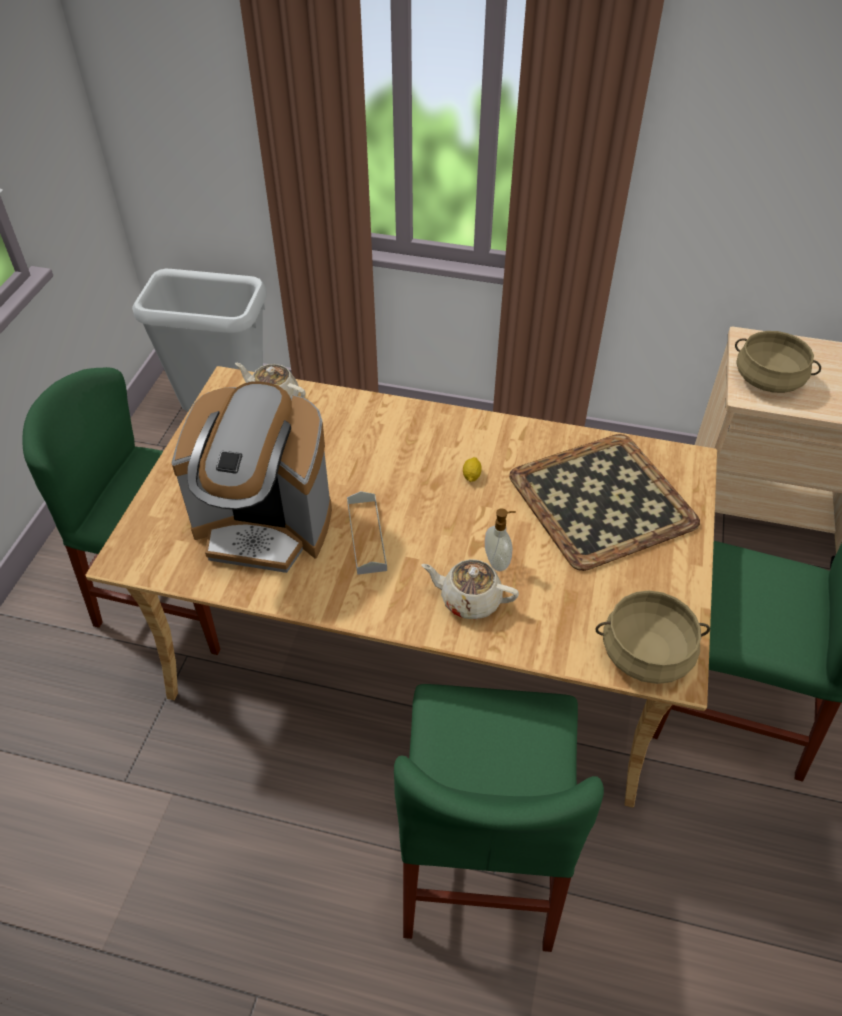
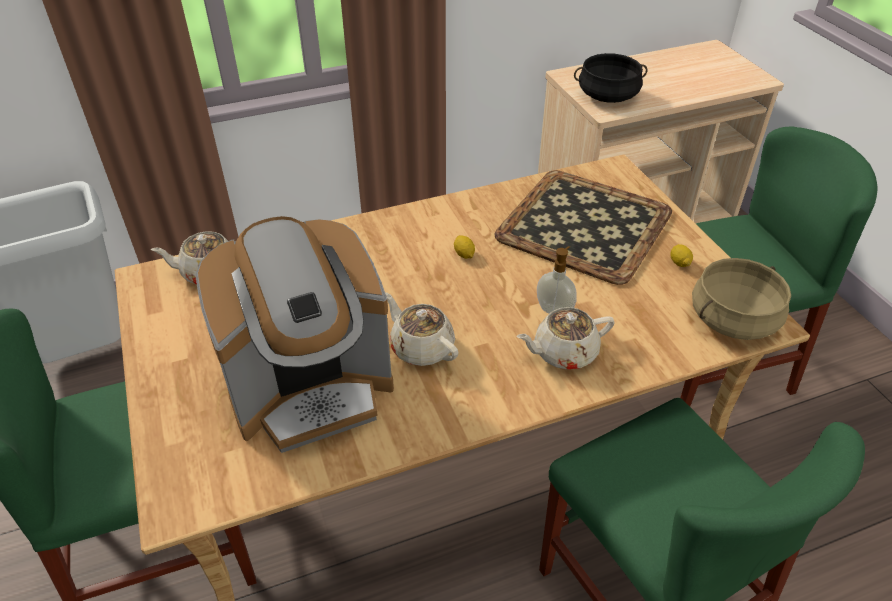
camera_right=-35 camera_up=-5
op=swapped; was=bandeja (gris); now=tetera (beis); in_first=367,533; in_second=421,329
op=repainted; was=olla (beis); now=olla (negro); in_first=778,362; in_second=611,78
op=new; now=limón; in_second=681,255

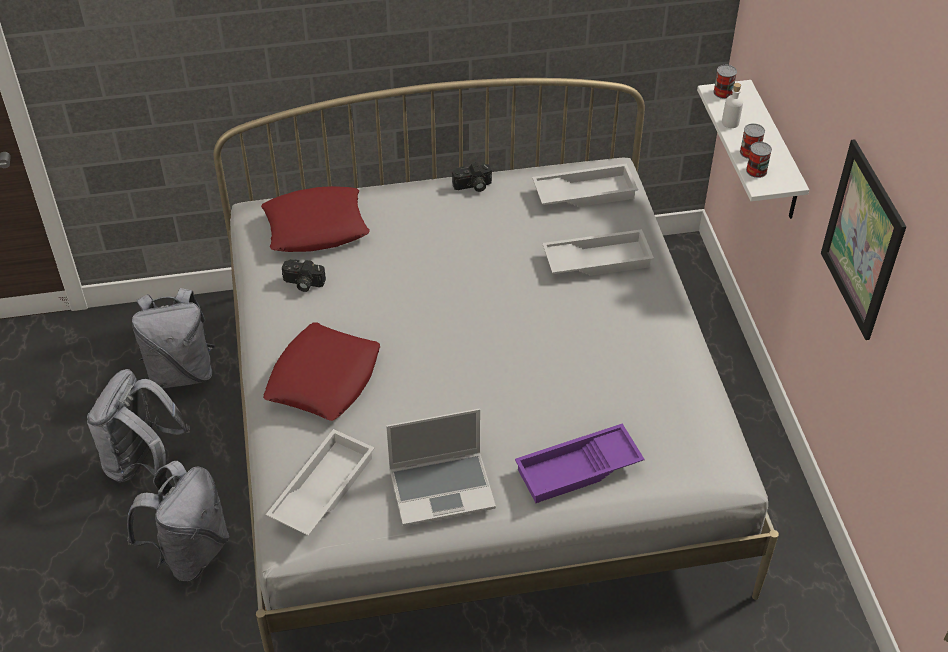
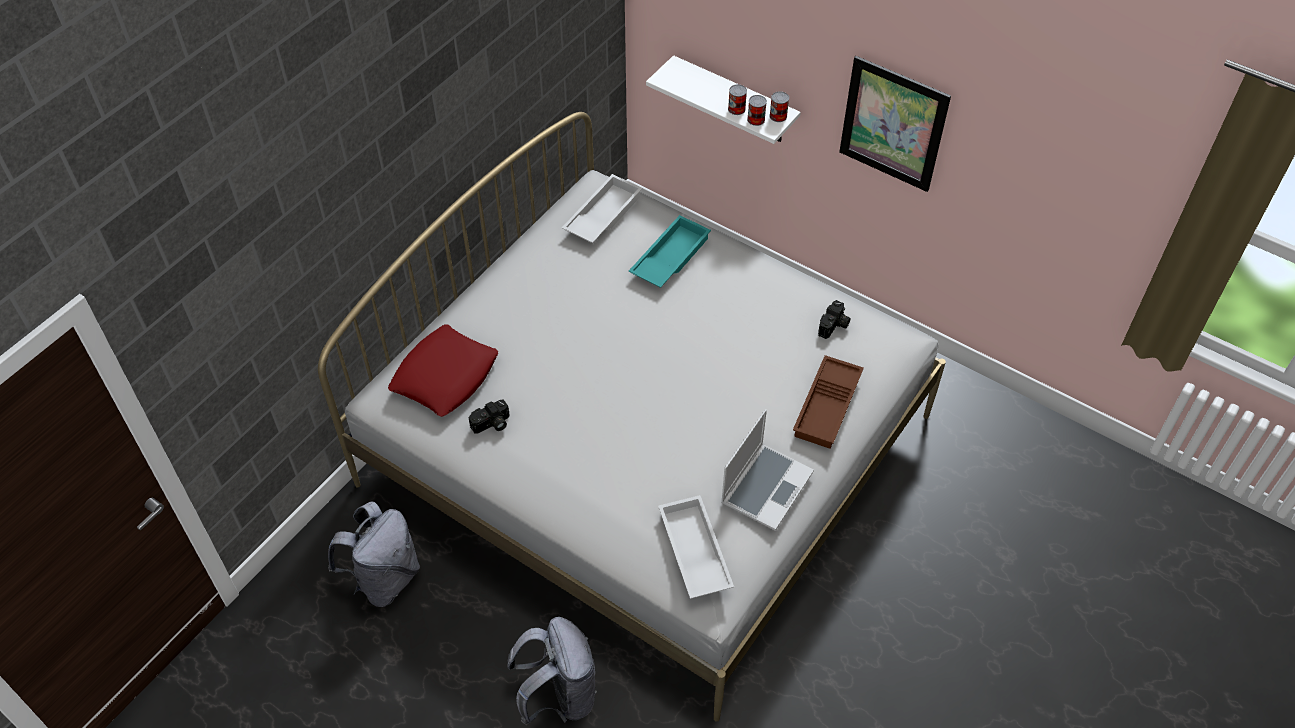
camera_right=-45 camera_up=5
op=repainted; was=bandeja (blanco); now=bandeja (turquesa); in_first=598,252; in_second=670,251
op=shifted; was=lata; in_first=725,82; in_second=779,106
op=repainted; was=bandeja (morado); now=bandeja (marrón); in_first=580,463; in_second=828,402
op=shifted; was=cámara; in_first=472,177; in_second=834,319
op=gone; was=mochila (gris); in_first=138,426
op=gone; was=cojín (rojo); in_first=321,372
op=gone; was=botella (blanco); in_first=732,105

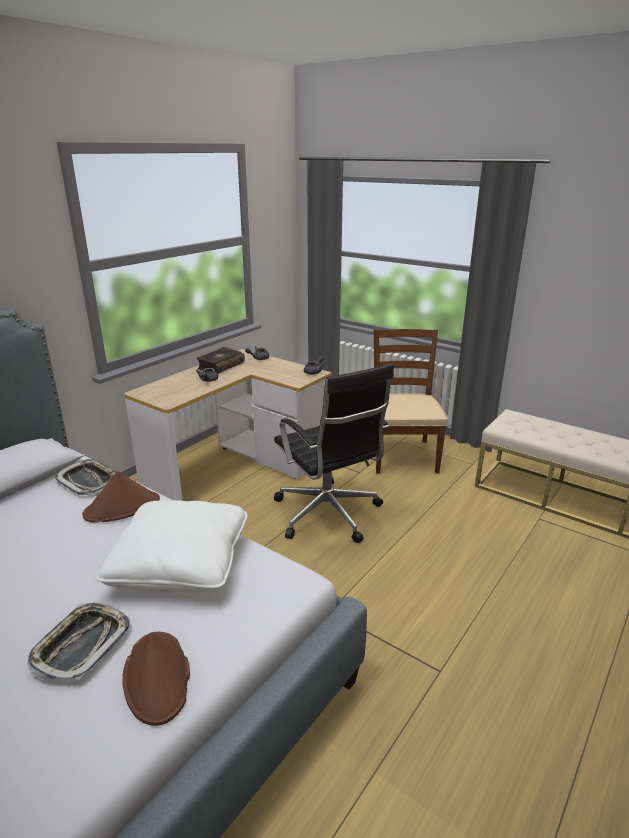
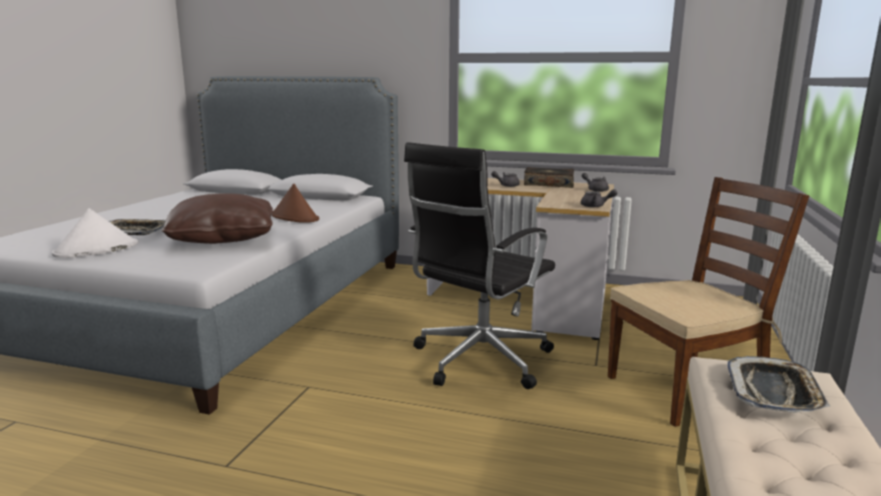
camera_right=70 camera_up=-10
op=repainted; was=sombrero (marrón); now=sombrero (blanco); in_first=156,679; in_second=95,233
op=repainted; was=cojín (blanco); now=cojín (marrón); in_first=172,546; in_second=217,218
op=shifted; was=bandeja; in_first=85,477; in_second=778,384

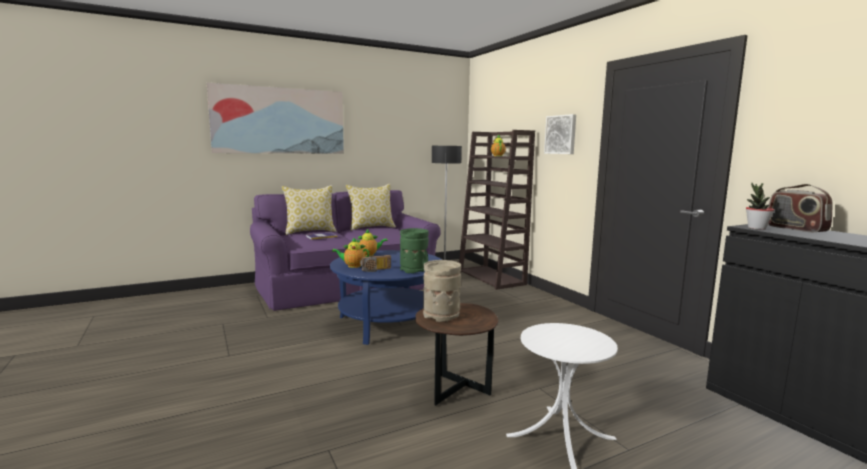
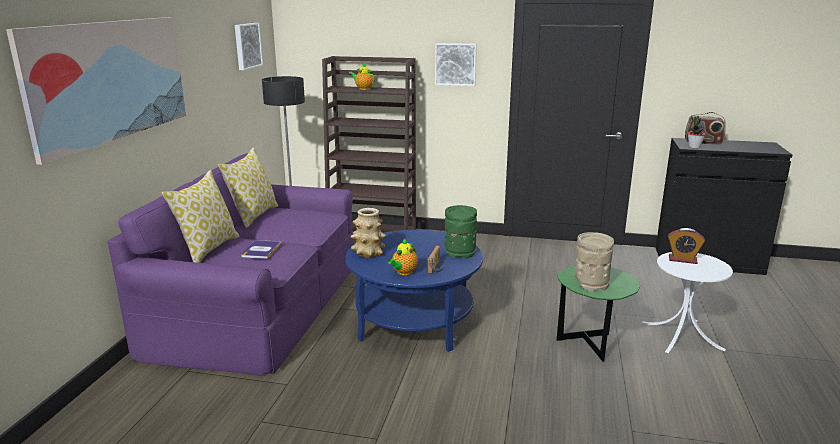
camera_right=-50 camera_up=10
op=new; now=cuadro; in_second=249,46
op=swapped; was=tetera; now=florero; in_first=372,242; in_second=368,233
op=repainted; was=mesa auxiliar (marrón); now=mesa auxiliar (verde); in_first=457,354; in_second=598,313
op=new; now=despertador; in_second=686,246

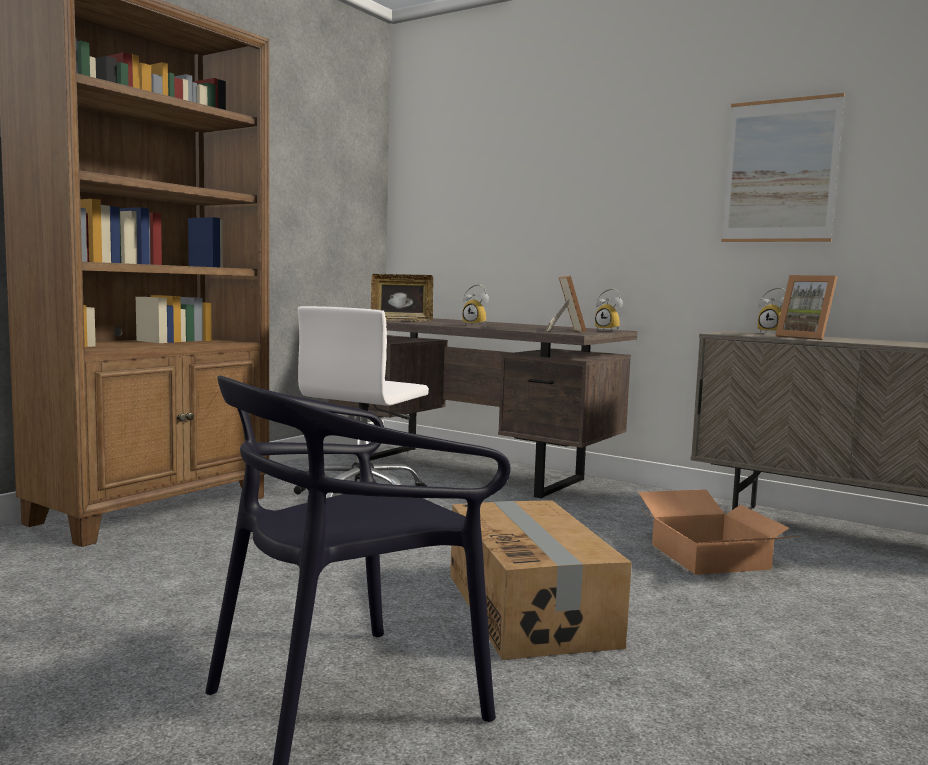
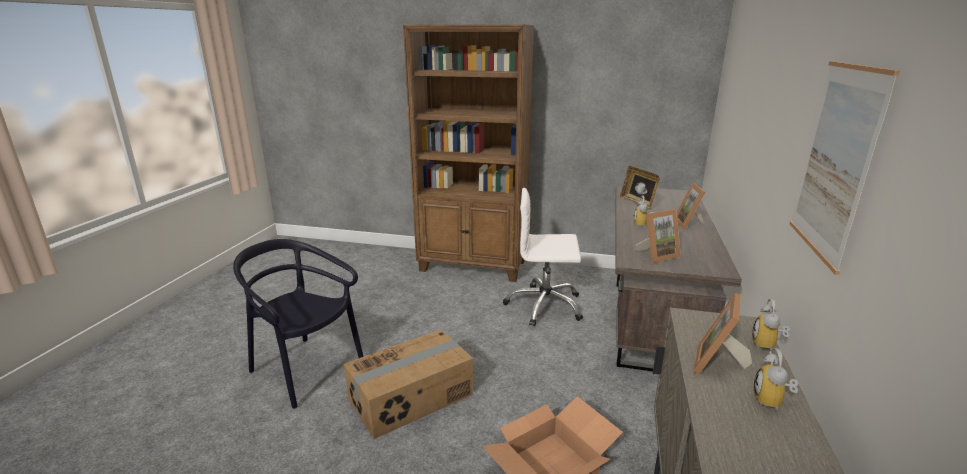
camera_right=70 camera_up=15
op=new; now=portarretratos; in_second=691,206
op=shifted; was=despertador; in_first=609,310; in_second=775,380

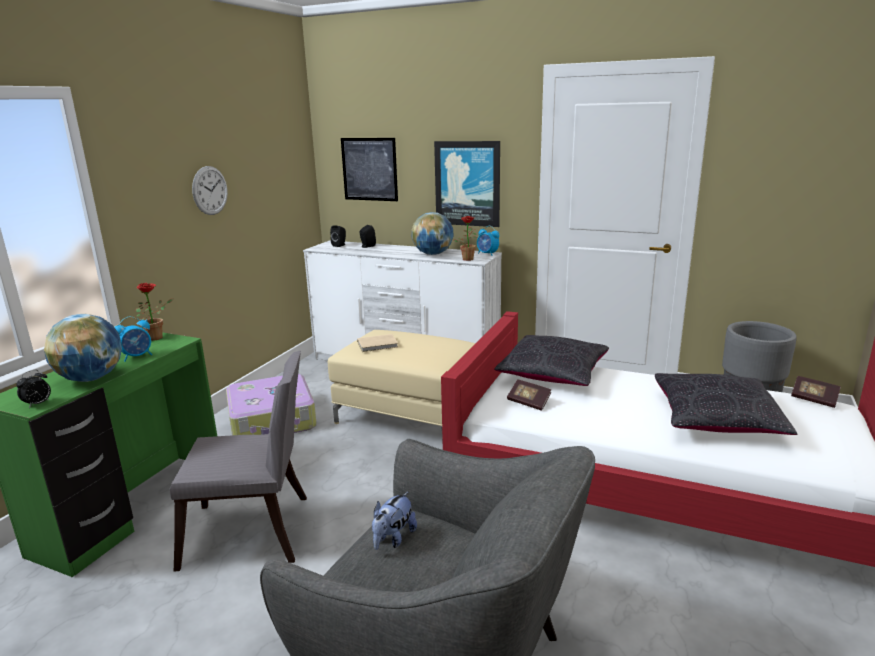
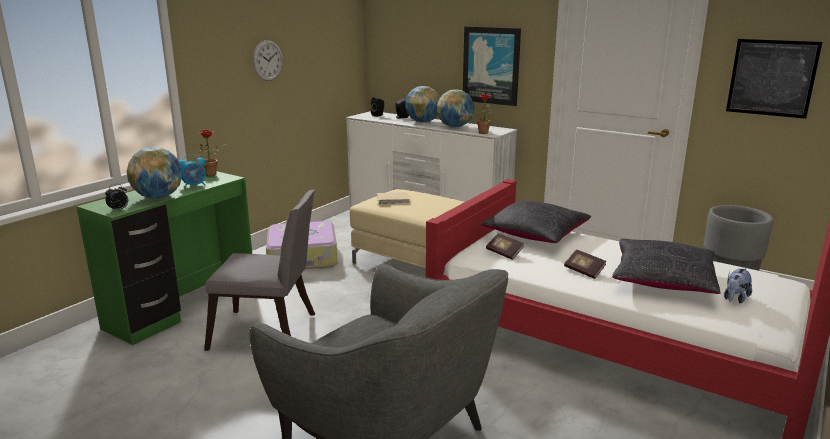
camera_right=10 camera_up=0
op=new; now=globo terráqueo; in_second=423,104
op=shifted; was=libro; in_first=816,392; in_second=585,264
op=shifted; was=peluche; in_first=394,521; in_second=738,285
op=shifted; was=cuadro; in_first=369,169; in_second=774,79
op=gone; was=despertador; in_first=488,241

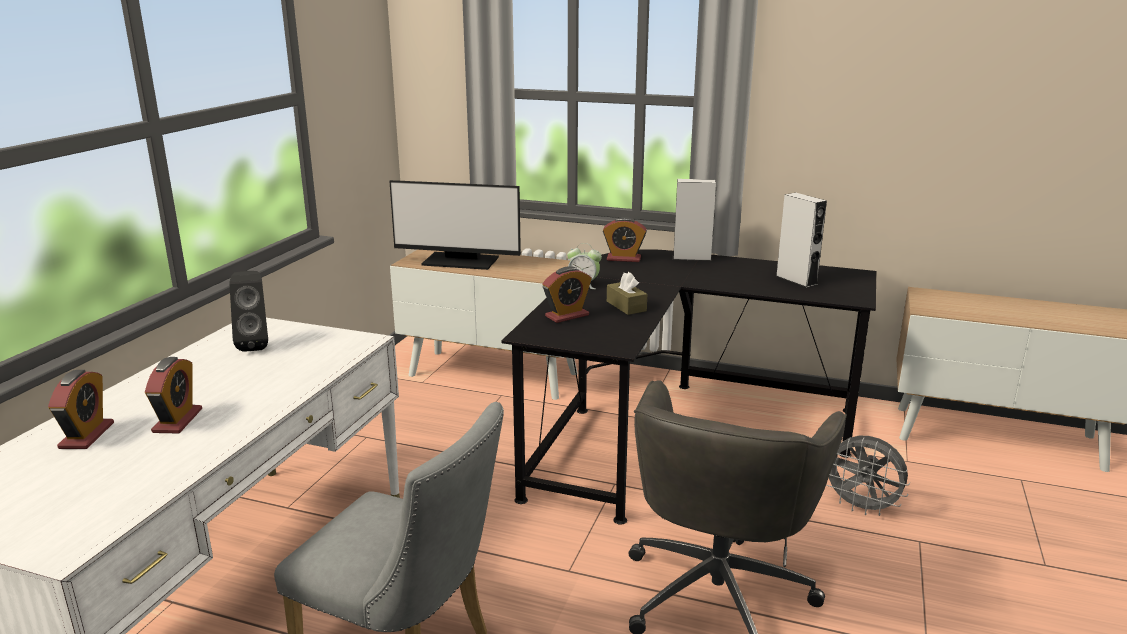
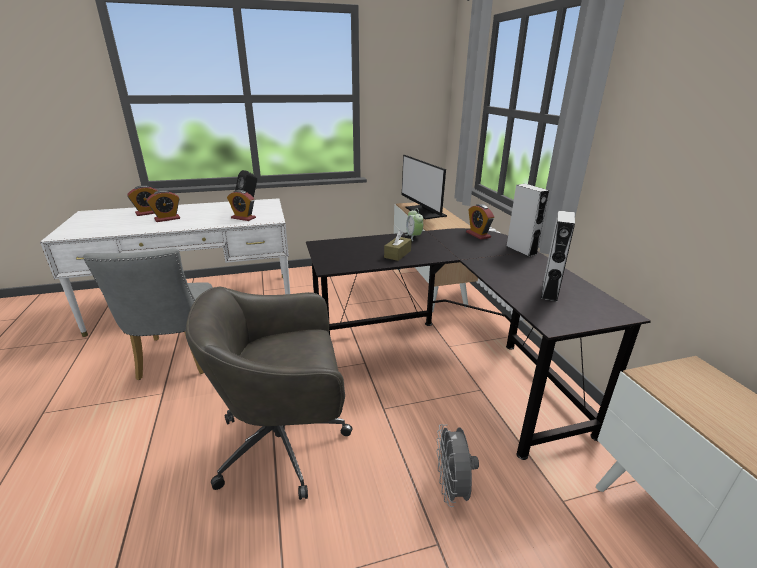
camera_right=55 camera_up=5
op=shifted; was=despertador; in_first=567,294; in_second=241,205

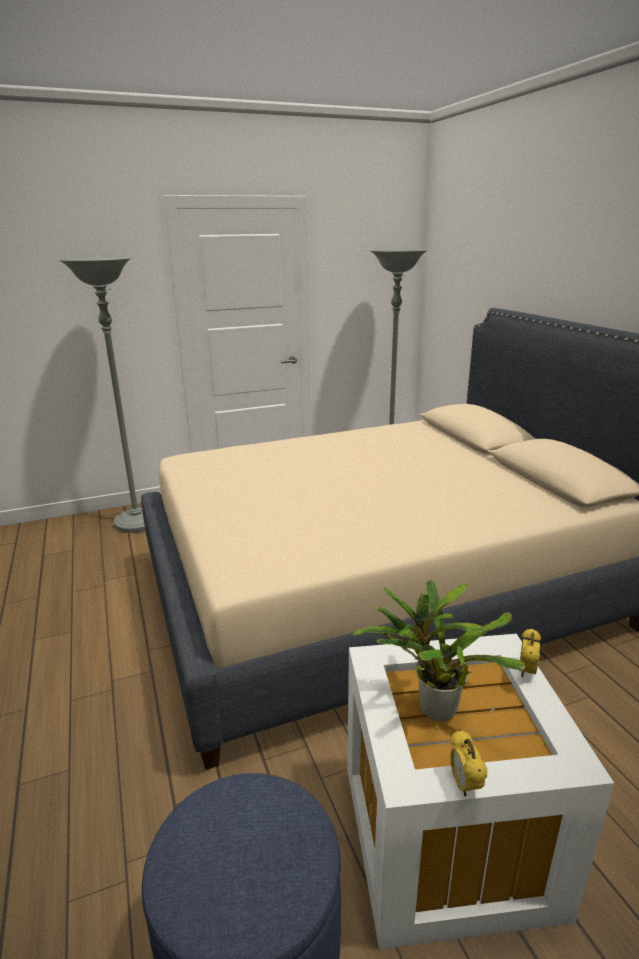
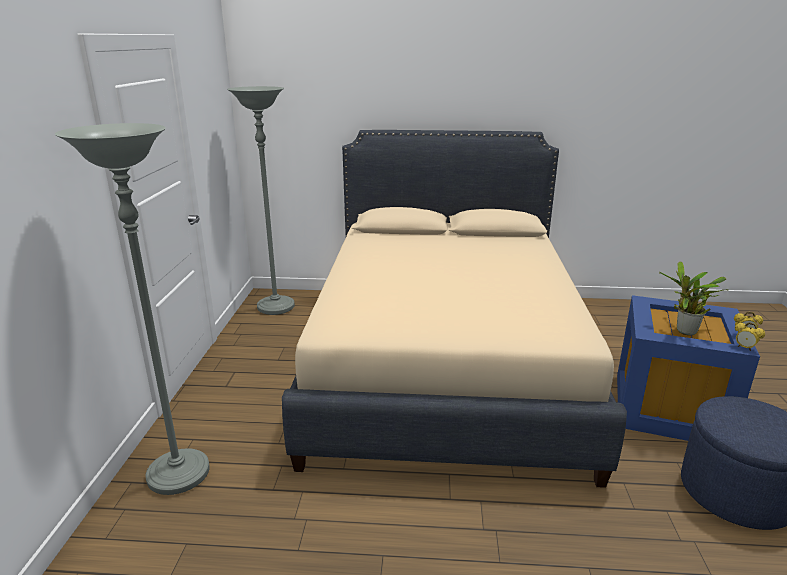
camera_right=-65 camera_up=0
op=repainted; was=caja de almacenaje (blanco); now=caja de almacenaje (azul); in_first=481,791; in_second=688,368
op=shifted; was=despertador; in_first=530,652; in_second=750,336

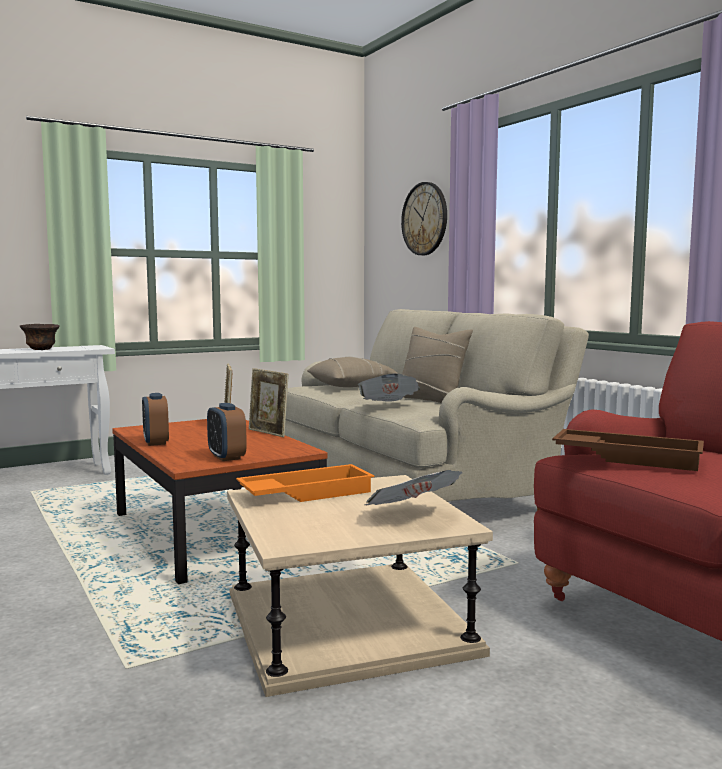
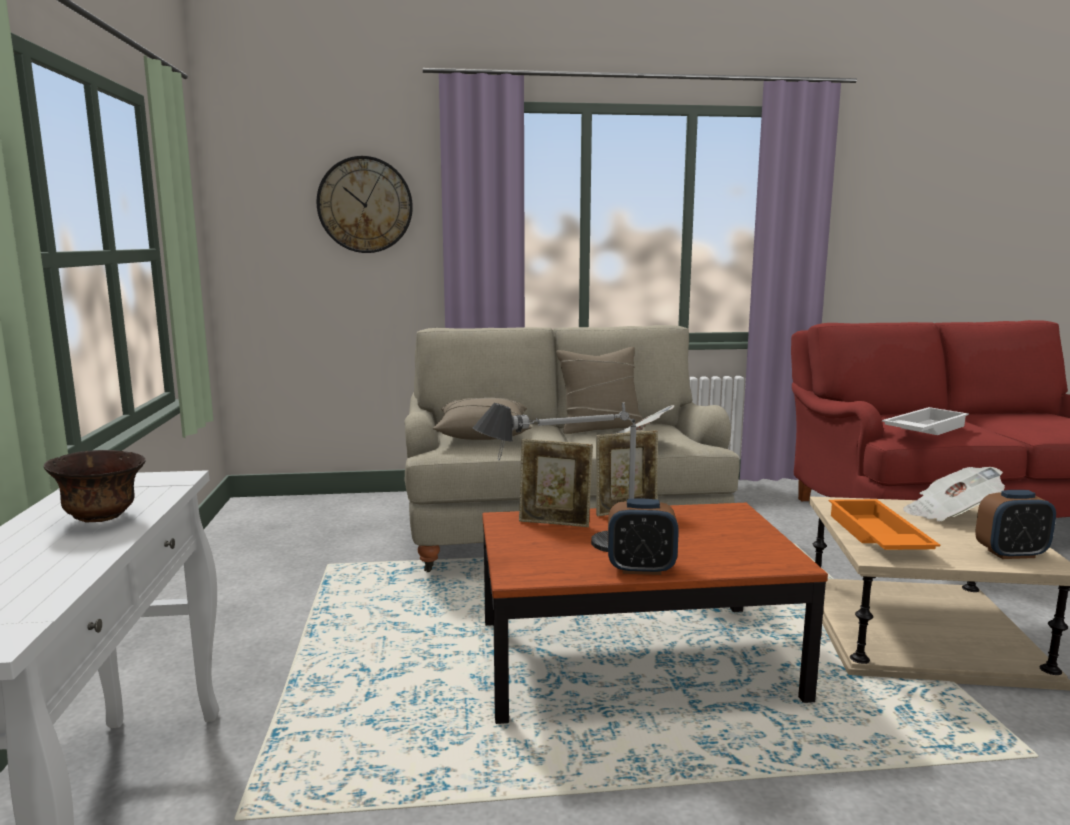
camera_right=-65 camera_up=5
op=new; now=lámpara de mesa; in_second=557,477
op=repainted; was=bandeja (marrón); now=bandeja (blanco); in_first=628,450; in_second=925,421
op=shifted; was=despertador; in_first=227,432; in_second=1015,524

